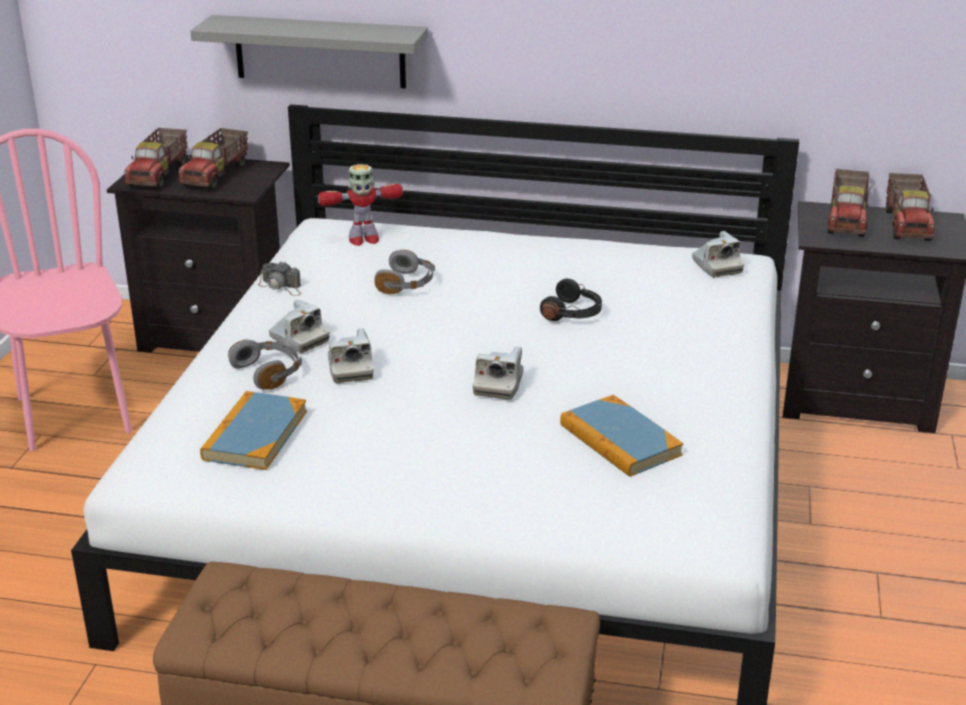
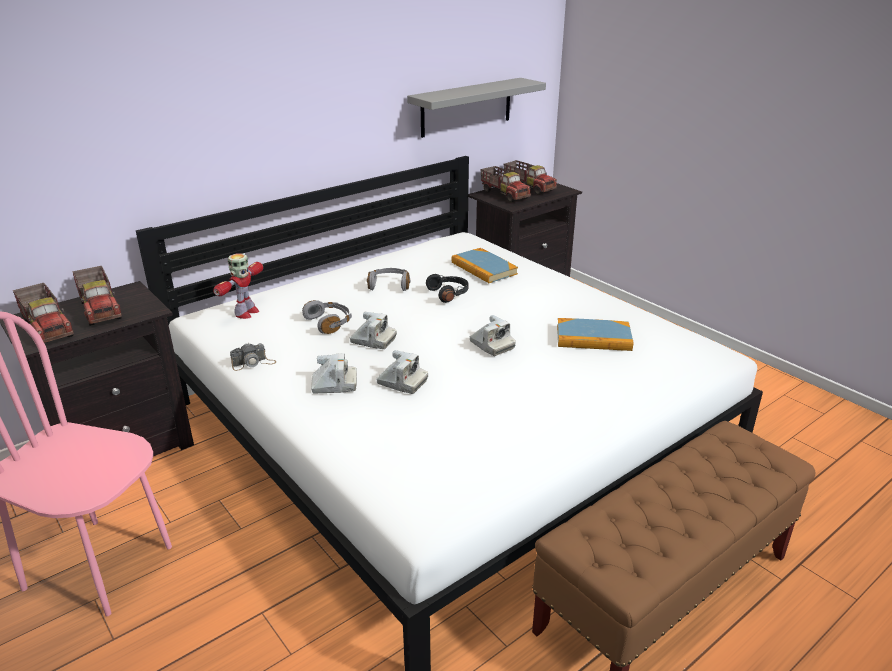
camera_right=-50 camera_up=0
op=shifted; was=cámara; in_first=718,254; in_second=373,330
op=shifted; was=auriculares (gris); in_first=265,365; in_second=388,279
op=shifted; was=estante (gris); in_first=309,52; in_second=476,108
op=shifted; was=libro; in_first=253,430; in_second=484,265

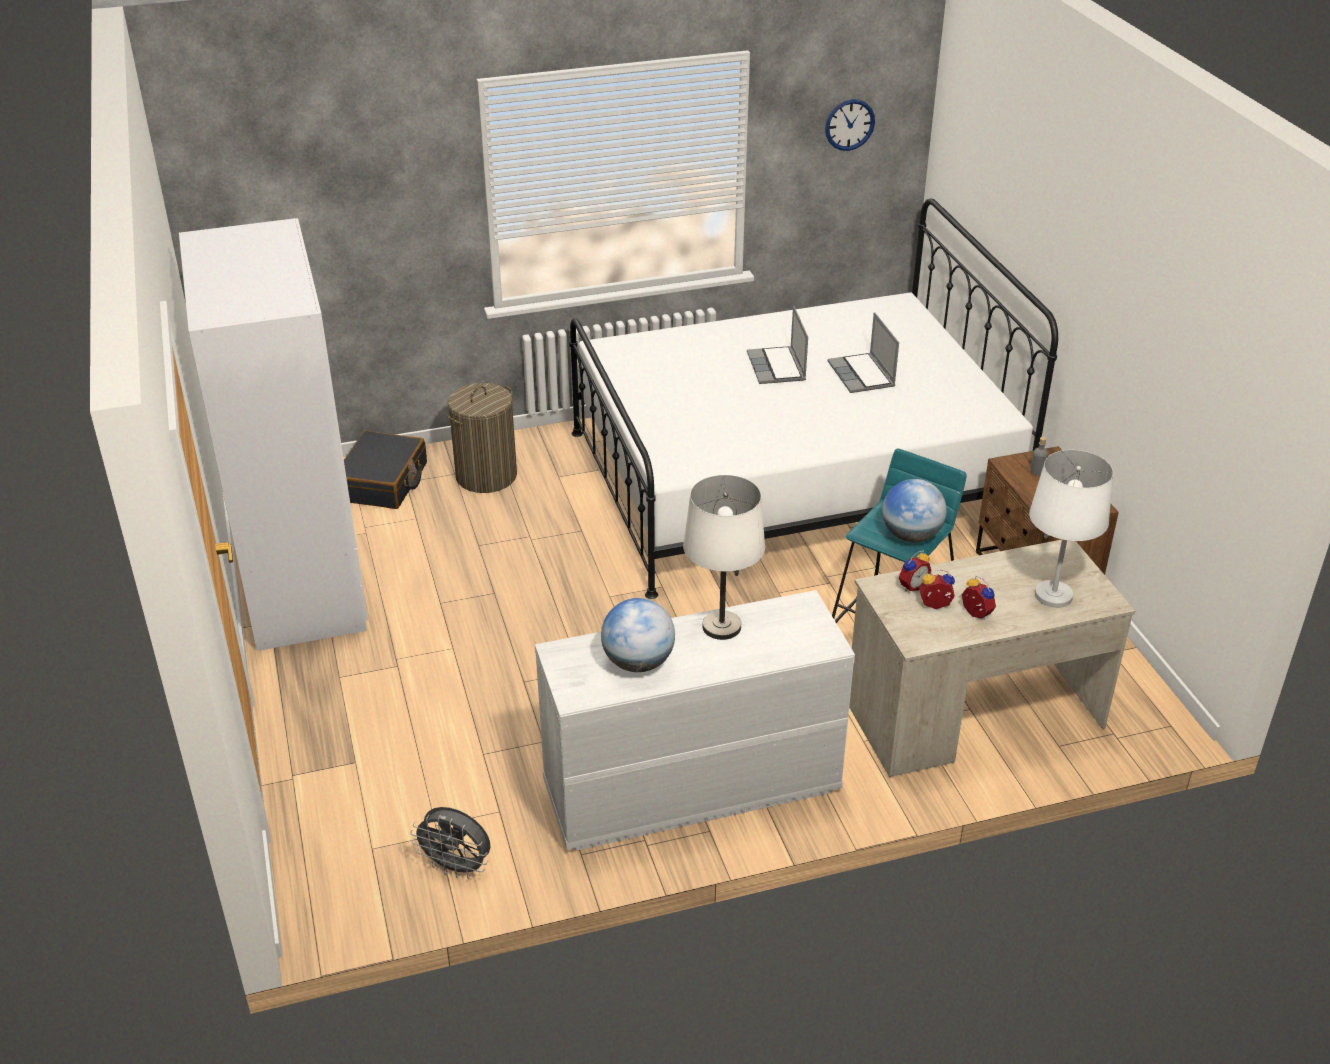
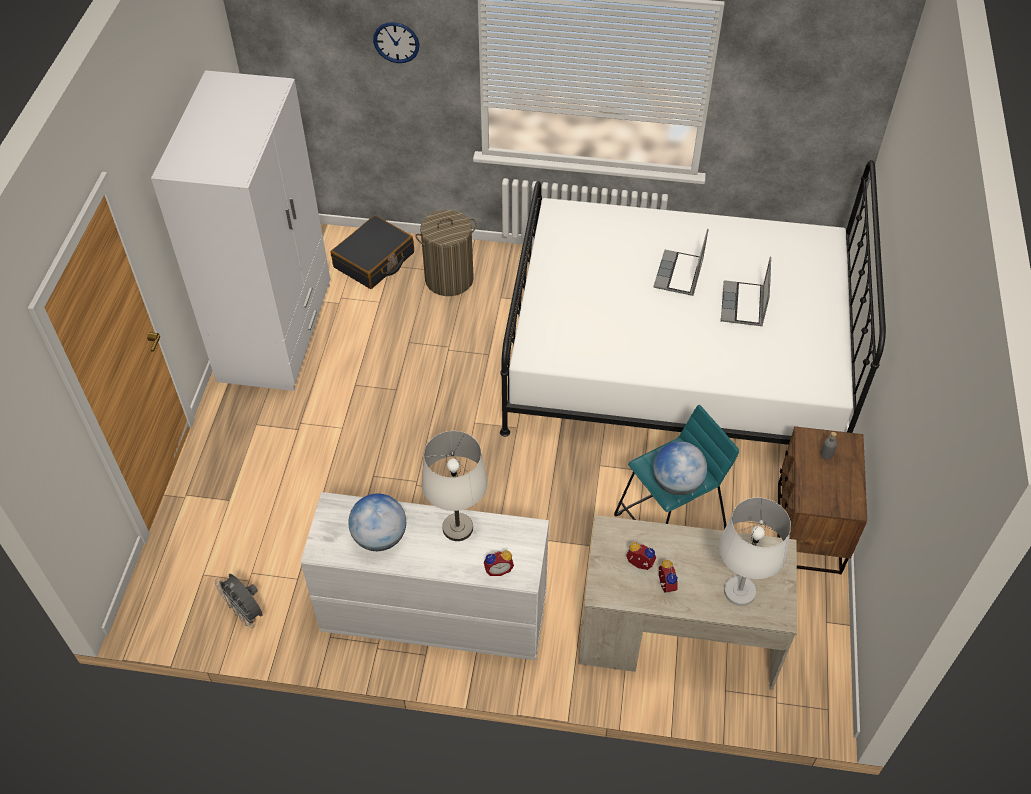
camera_right=25 camera_up=15
op=shifted; was=reloj de pared; in_first=850,125; in_second=396,42
op=shifted; was=despertador; in_first=915,571; in_second=499,563

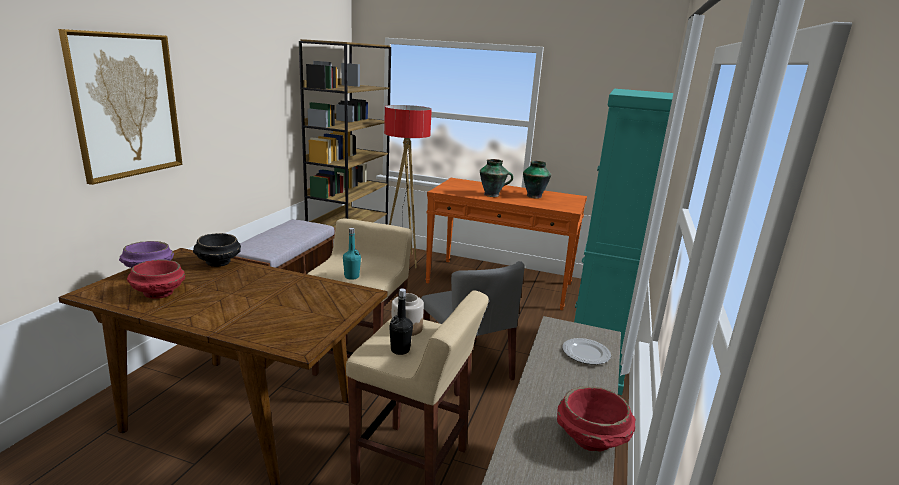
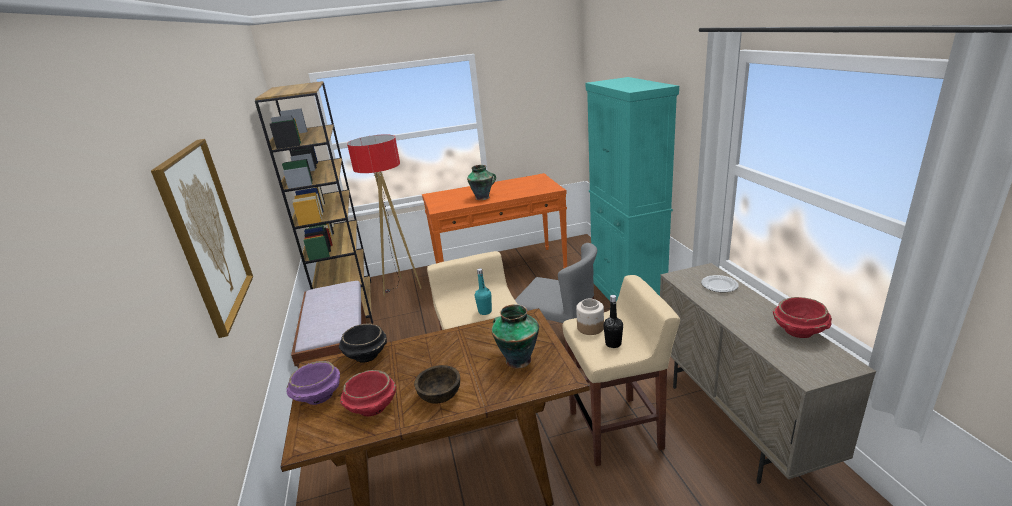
camera_right=-30 camera_up=5
op=new; now=cuenco (marrón); in_second=437,384
op=shifted; was=florero; in_first=537,180; in_second=515,336

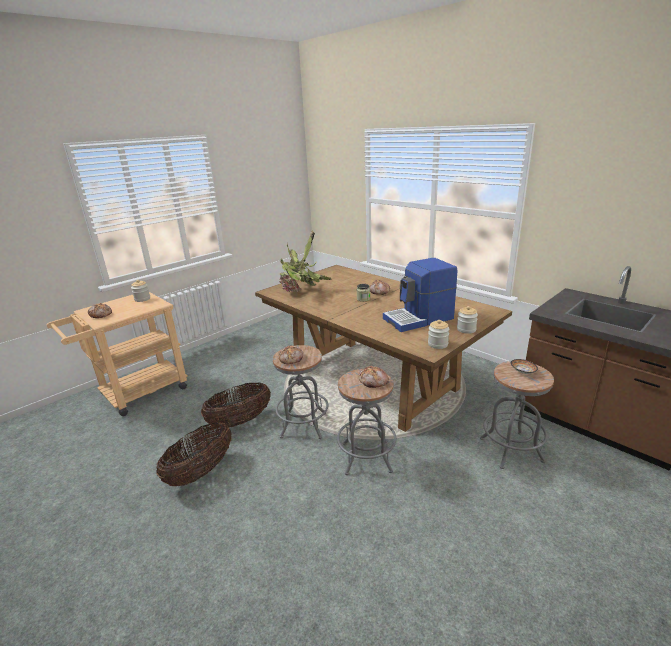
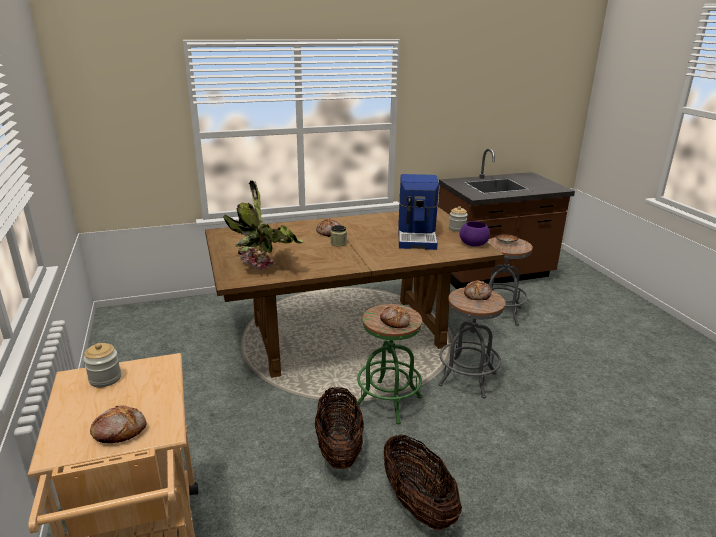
camera_right=-65 camera_up=0
op=repainted; was=taburete (gris); now=taburete (verde); in_first=300,392; in_second=389,364
op=swapped; was=tarro; now=cuenco (morado); in_first=438,334; in_second=475,234

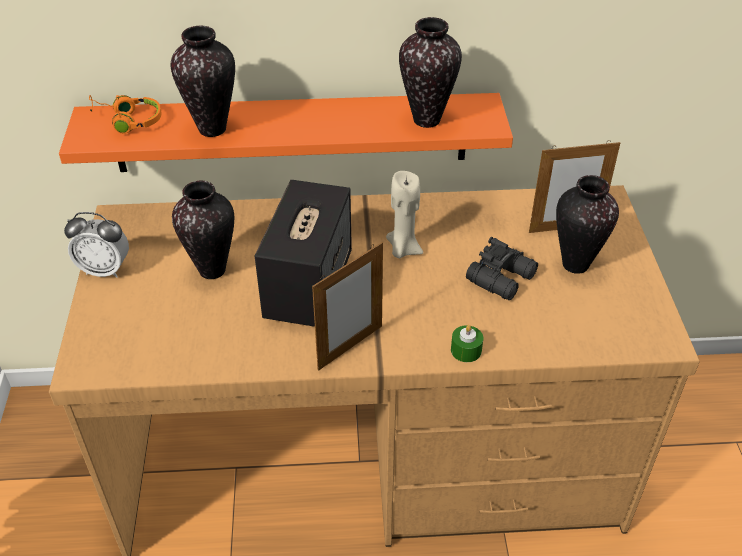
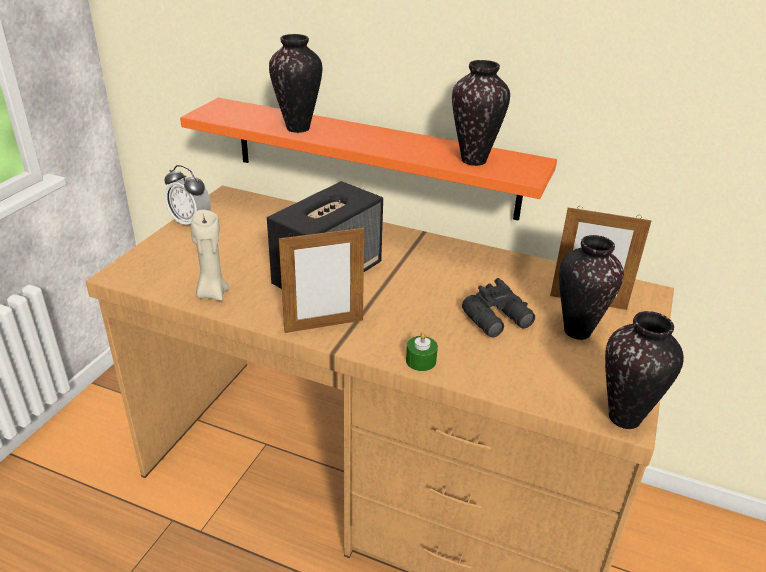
camera_right=25 camera_up=-10
op=shifted; was=vela (beis); in_first=404,214; in_second=209,255
op=shifted; was=florero; in_first=203,230; in_second=644,370
op=gone; was=auriculares (naranja); in_first=125,114

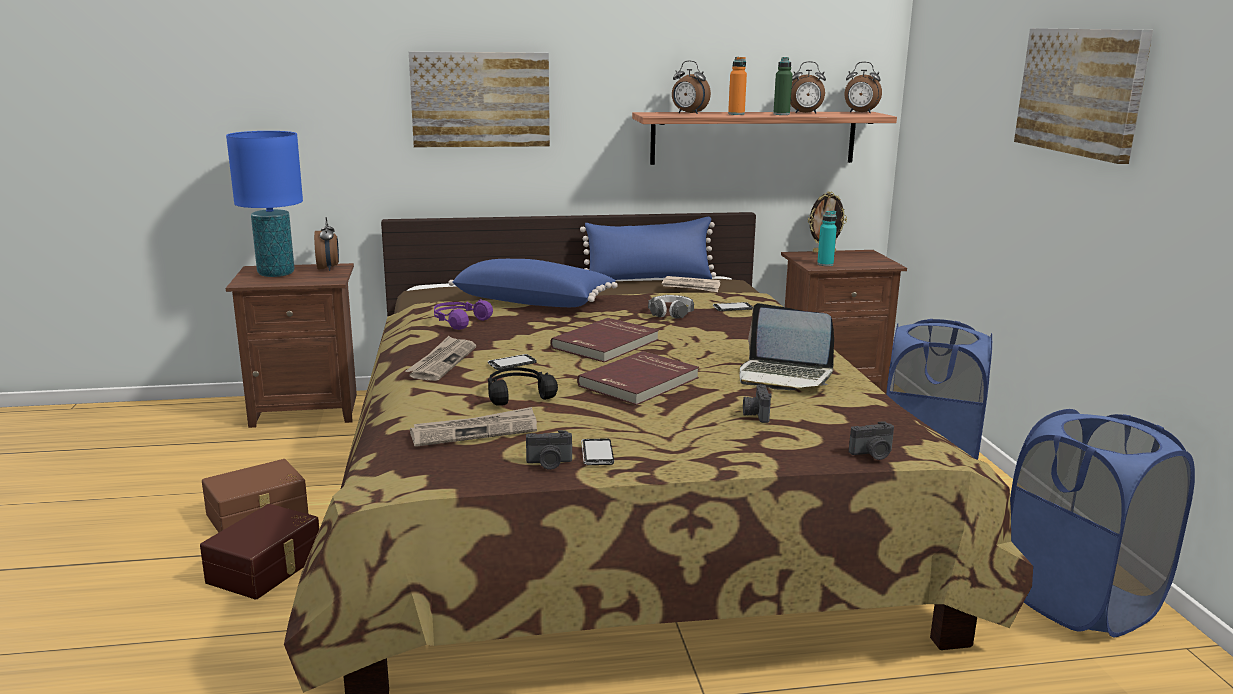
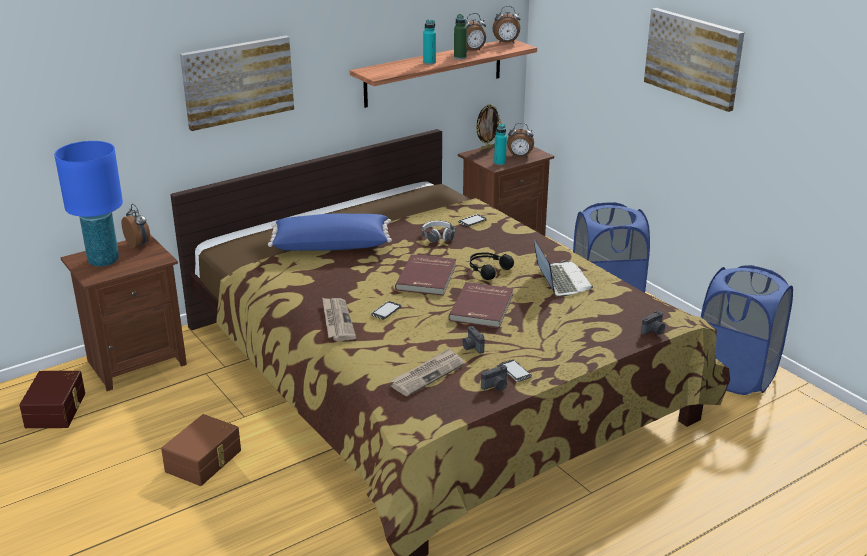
camera_right=-25 camera_up=10
op=shifted; was=caja de almacenaje (marrón); in_first=259,551; in_second=52,399
op=repainted; was=botella (naranja); now=botella (turquesa); in_first=737,86; in_second=429,42
op=shifted; was=cámara; in_first=757,404; in_second=473,340
op=shifted; was=auriculares (negro); in_first=523,386; in_second=492,266
op=shifted; was=despertador; in_first=691,87; in_second=520,140
op=rotated; was=portátil; in_first=787,346; in_second=563,268; clockwise=-105
op=gone; was=auriculares (morado); in_first=463,314
op=gone; was=cojín (azul); in_first=648,248
op=gone; was=periódico; in_first=691,284

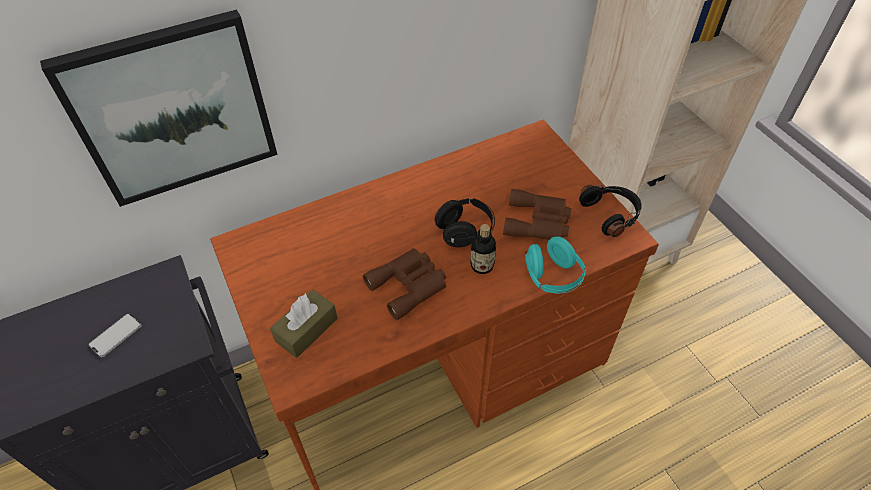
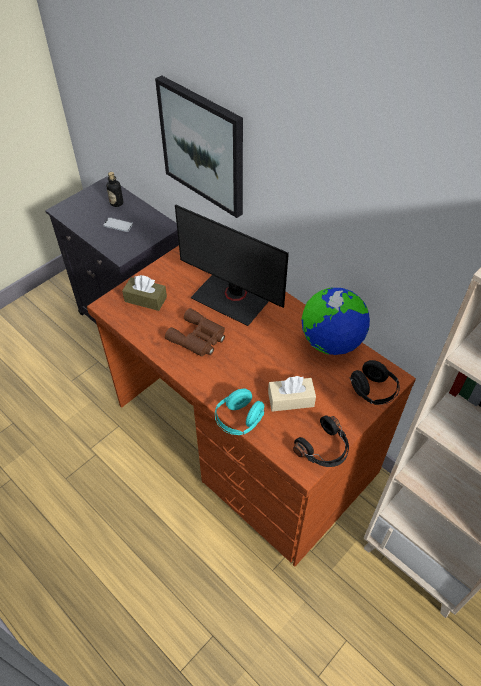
camera_right=70 camera_up=0
op=shifted; was=botella; in_first=483,249; in_second=114,189
op=new; now=monitor; in_second=232,265
op=swapped; was=prismáticos (marrón); now=caja de pañuelos (beis); in_first=537,214; in_second=292,394
op=new; now=globo terráqueo; in_second=335,321
op=shifted; was=auriculares (negro); in_first=465,222; in_second=374,382

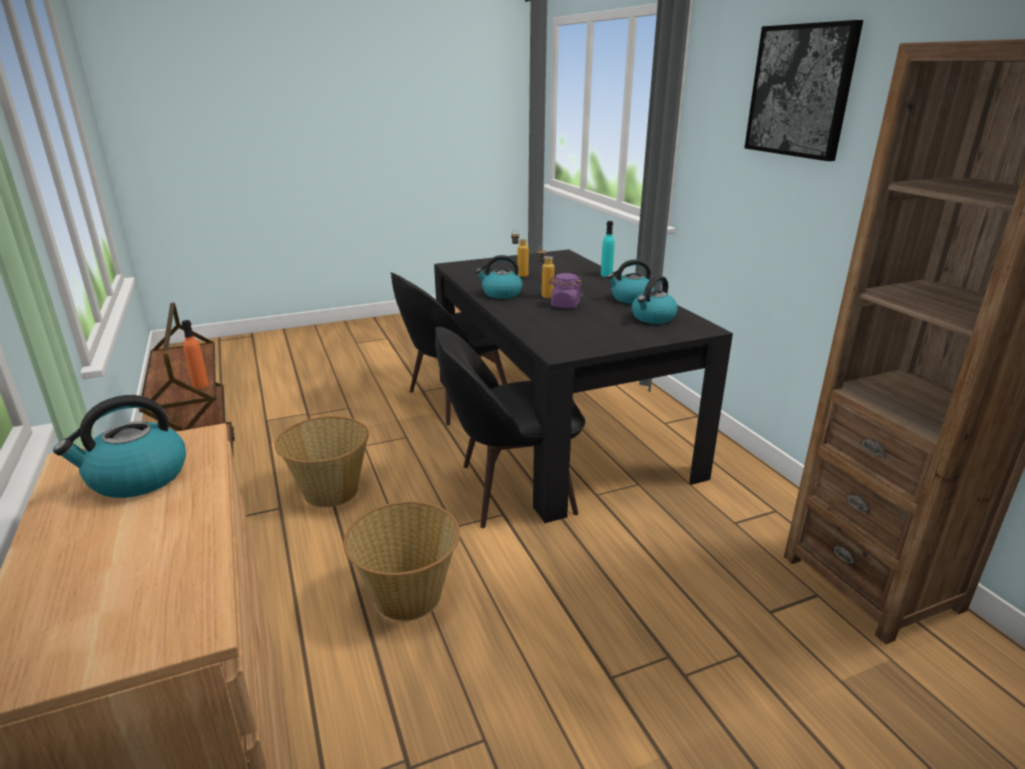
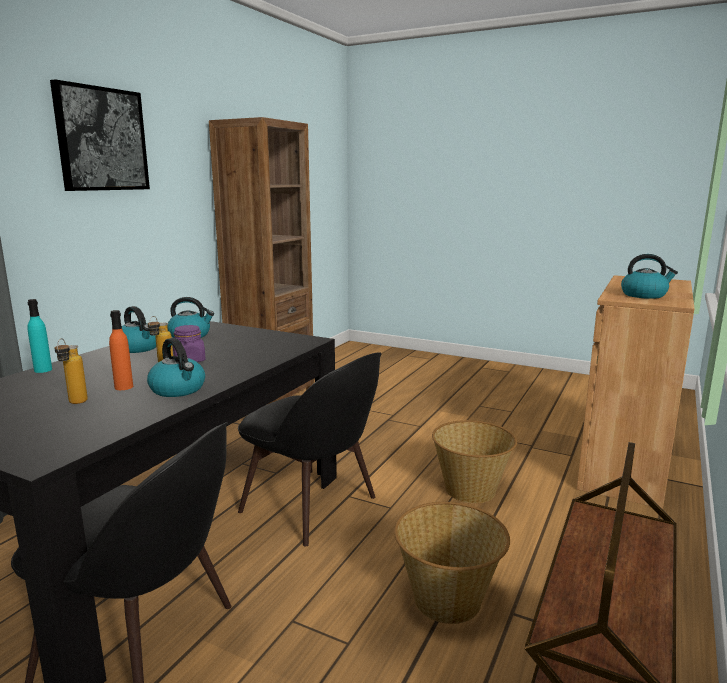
camera_right=-130 camera_up=-10
op=shifted; was=botella (naranja); in_first=195,354; in_second=121,350

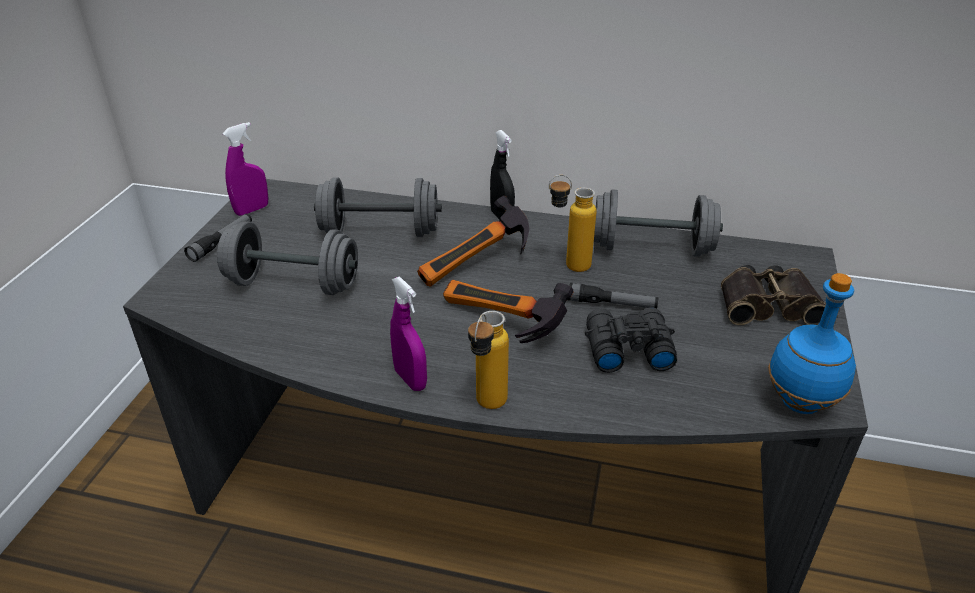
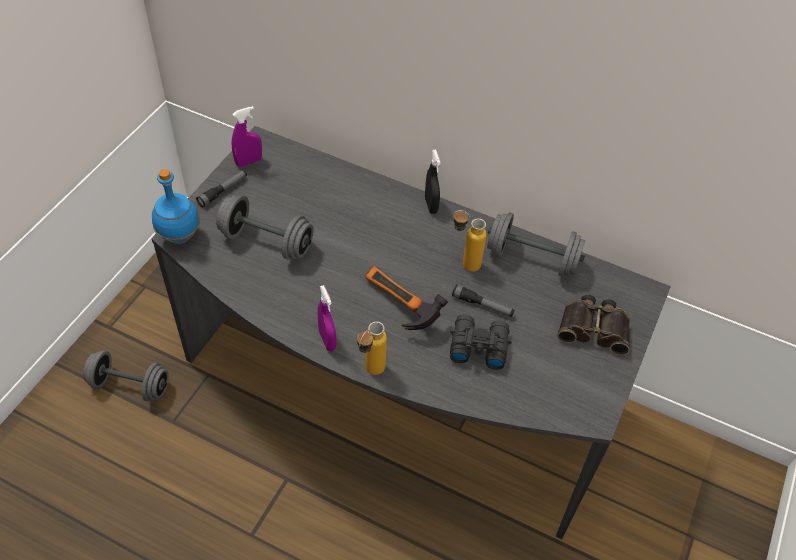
camera_right=10 camera_up=15
op=shifted; was=mancuerna (gris); in_first=378,207; in_second=126,375
op=shifted; was=botella (azul); in_first=812,343; in_second=176,206
op=gone; was=martillo; in_first=473,241

